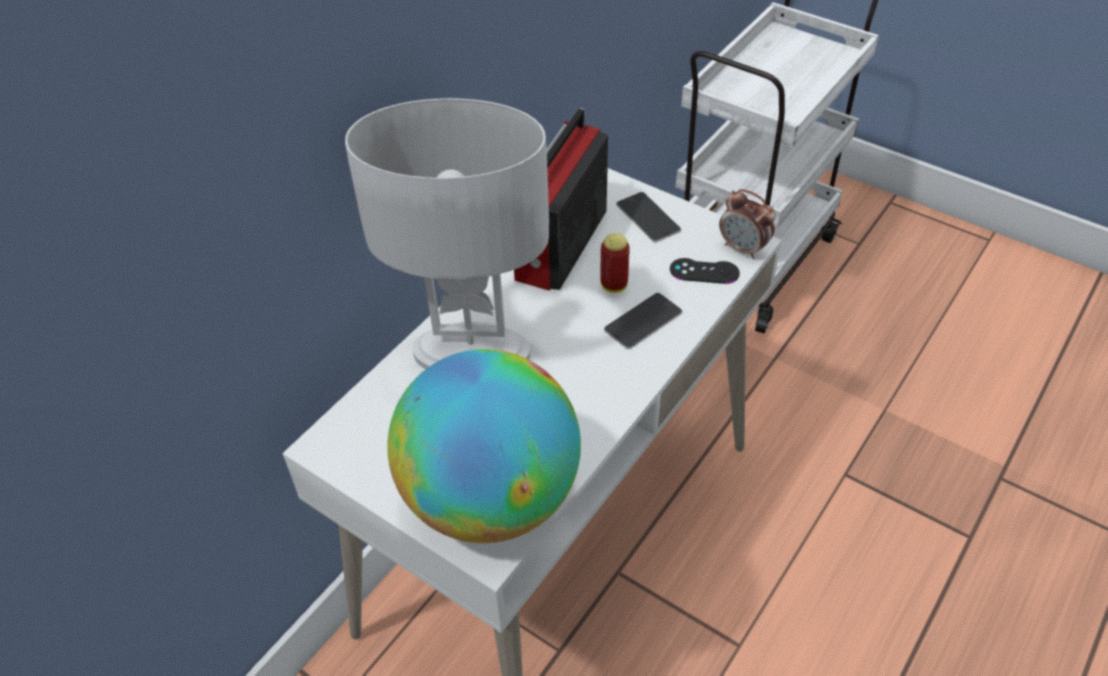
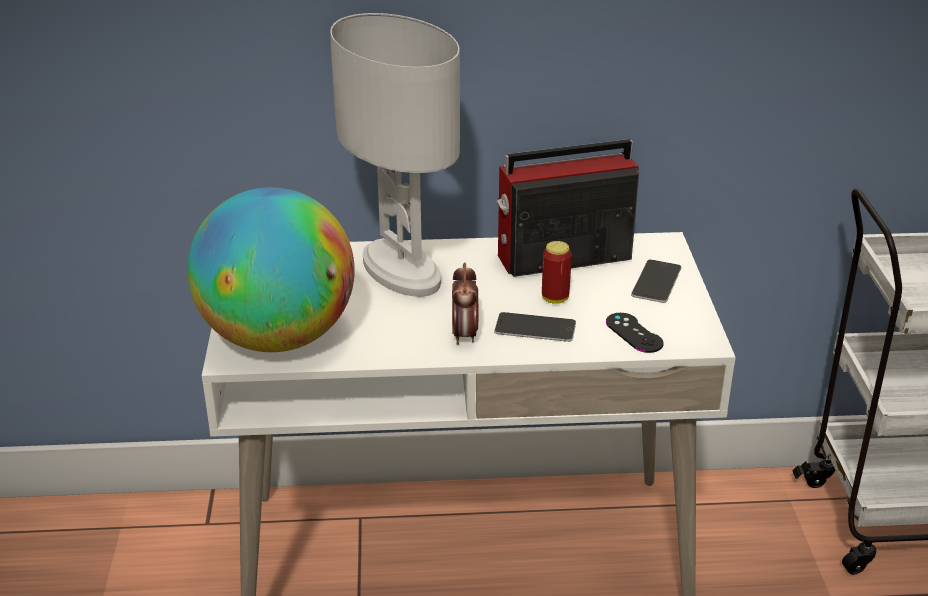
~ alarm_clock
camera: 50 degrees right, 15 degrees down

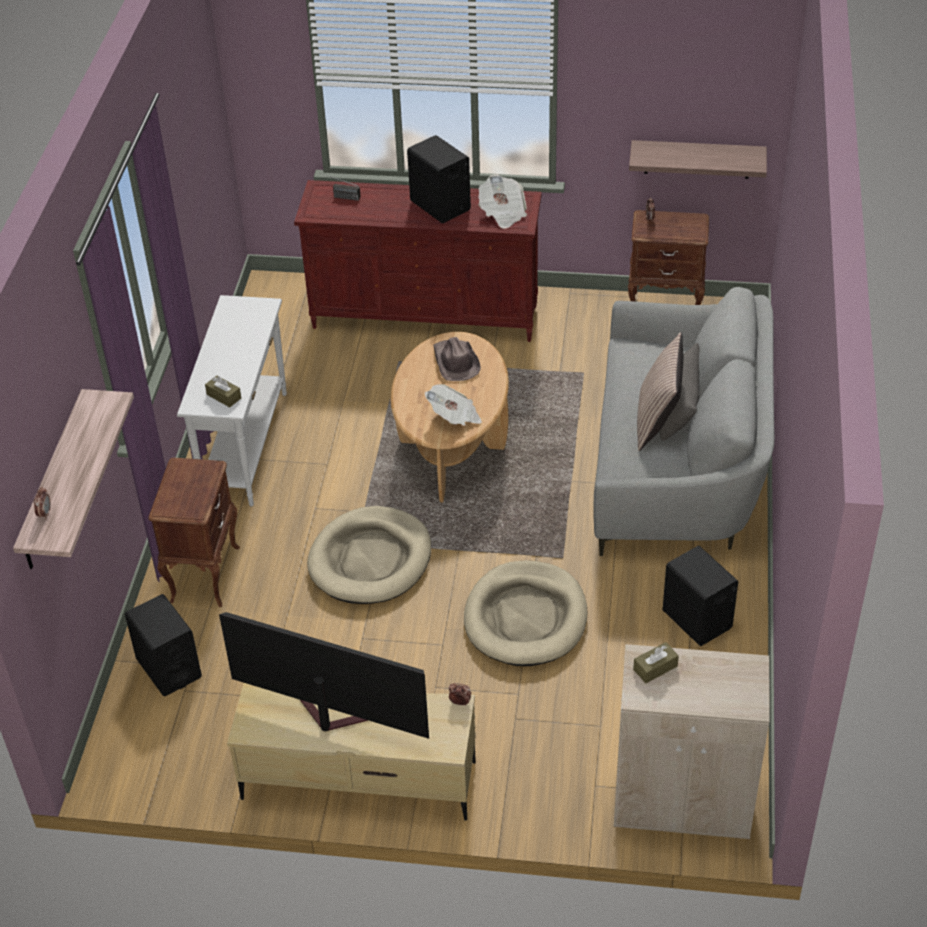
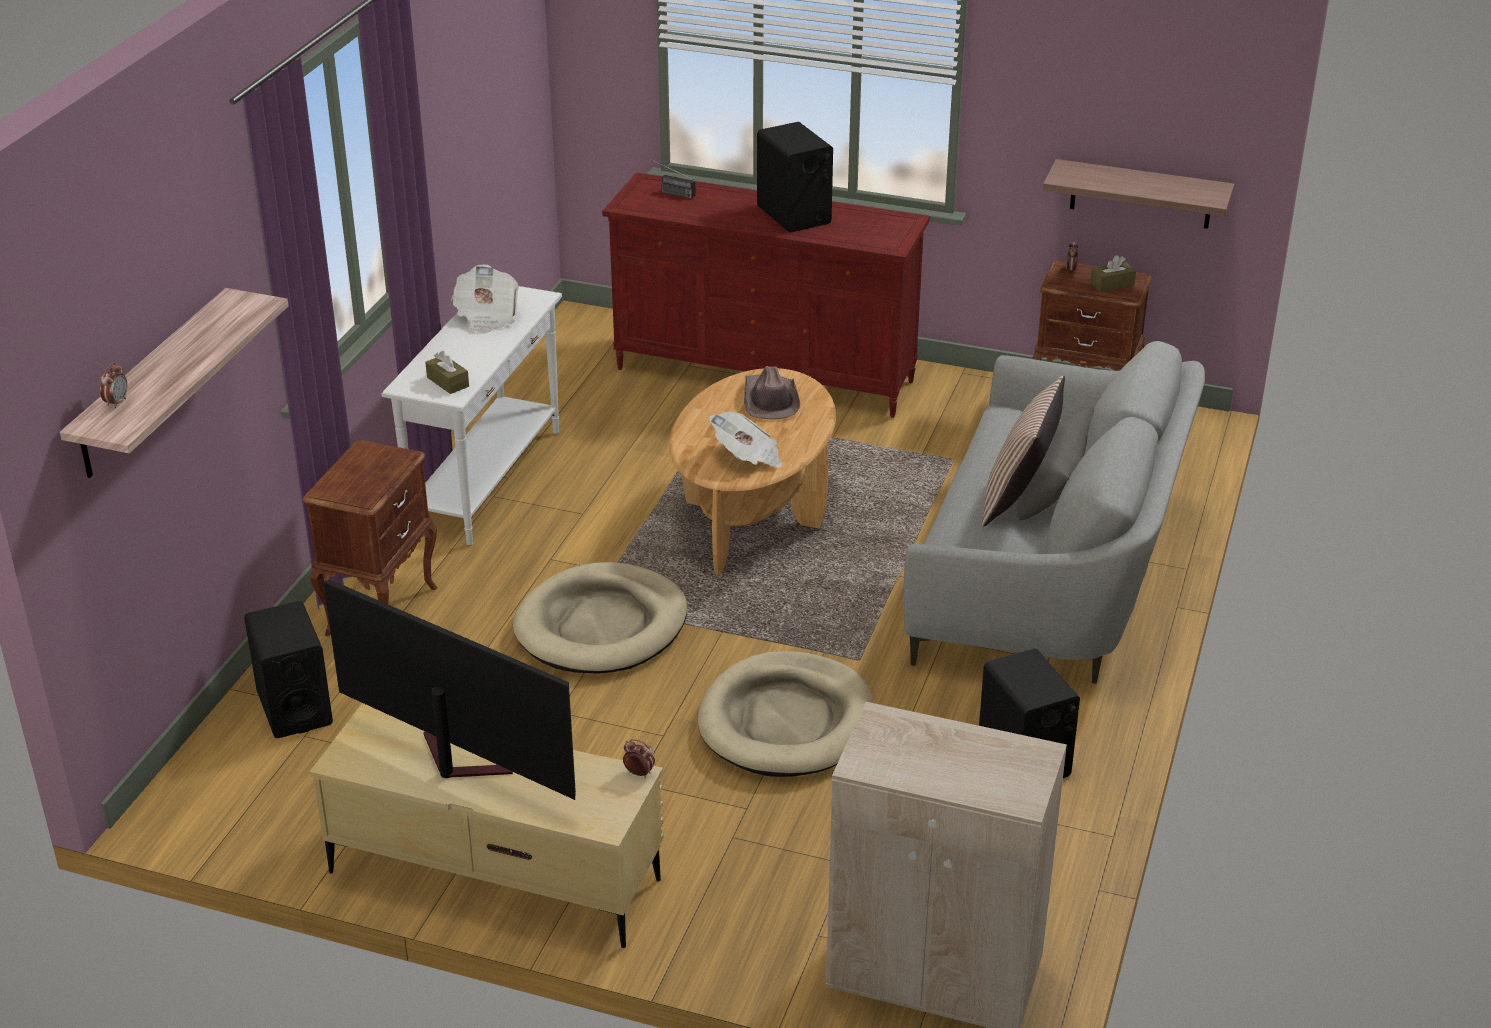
~ newspaper (no. 2 from left in the first image) to newspaper (no. 1 from left)
~ brown_tissue_box (no. 2 from left)
camera: 10 degrees right, 10 degrees down

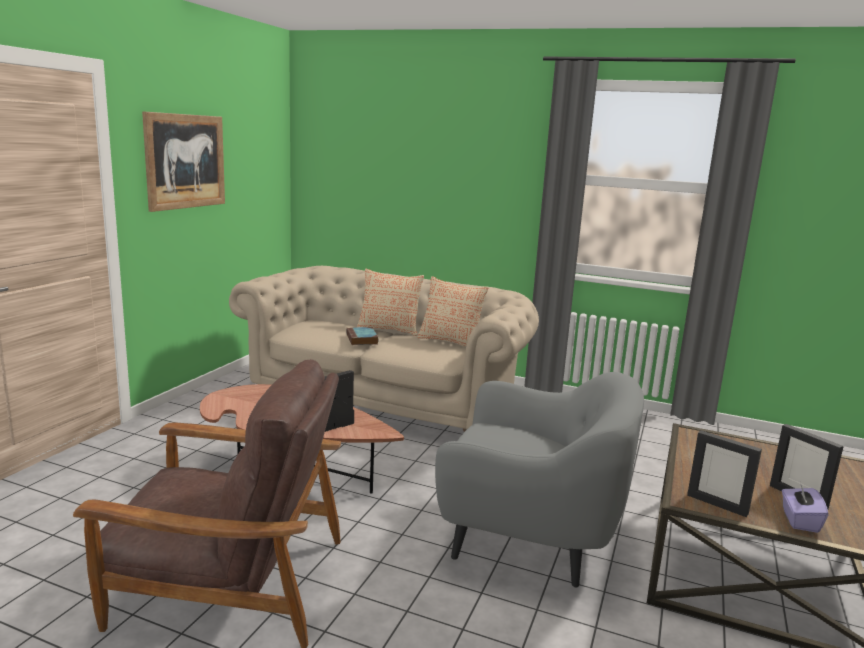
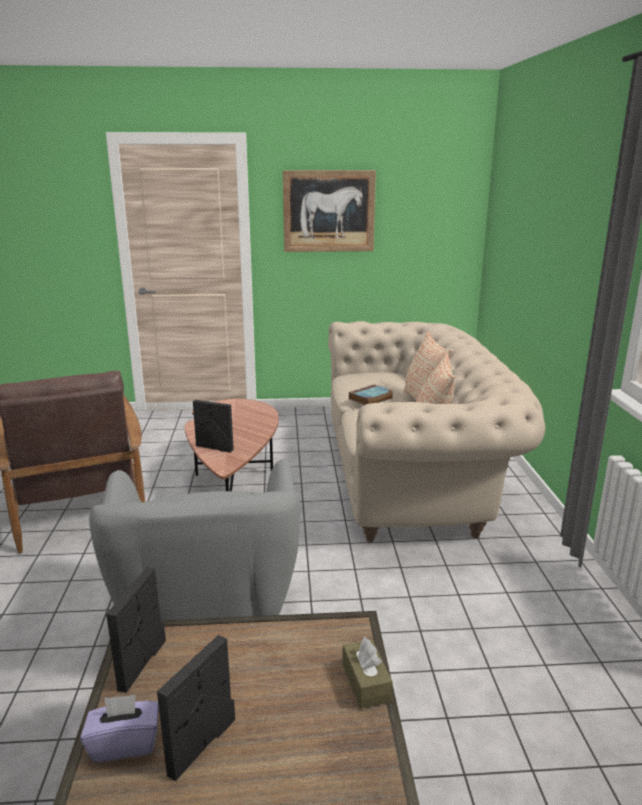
+ brown_tissue_box
camera: 65 degrees right, 5 degrees up

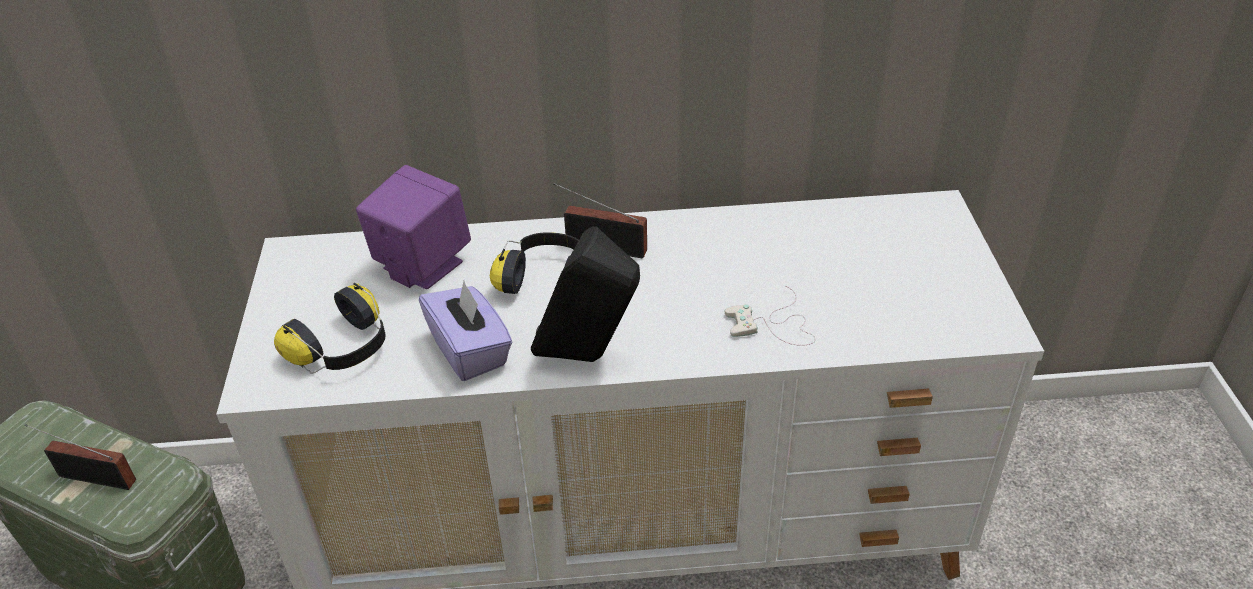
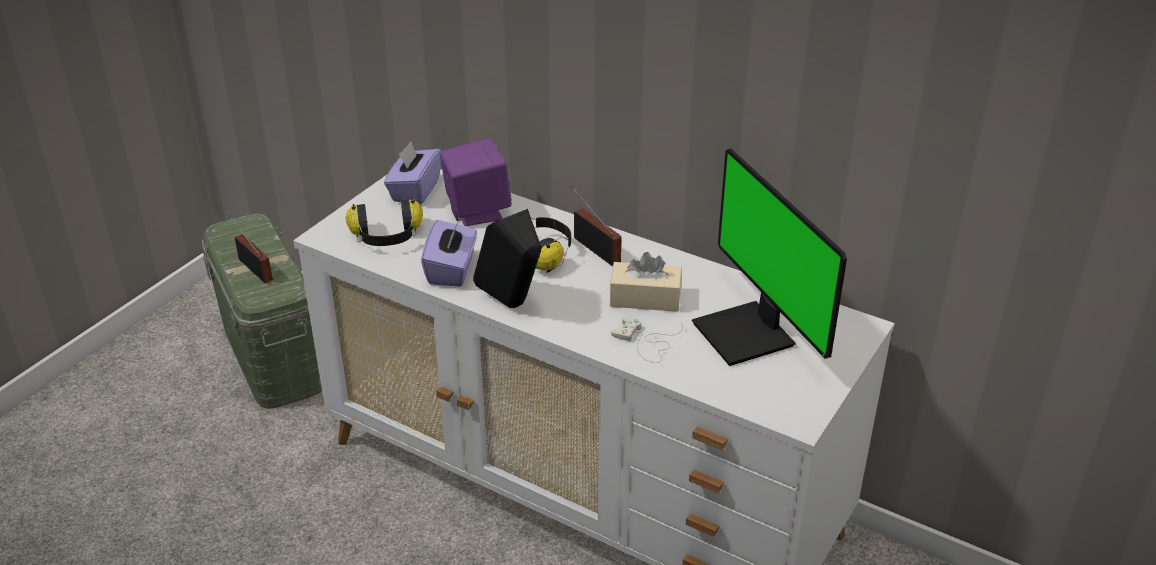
+ purple_tissue_box (no. 1 from left)
+ beige_tissue_box
+ monitor
camera: 35 degrees right, 5 degrees down

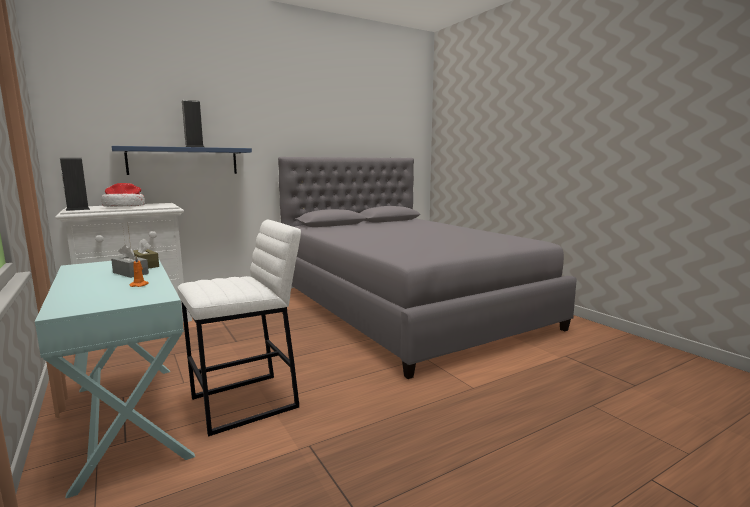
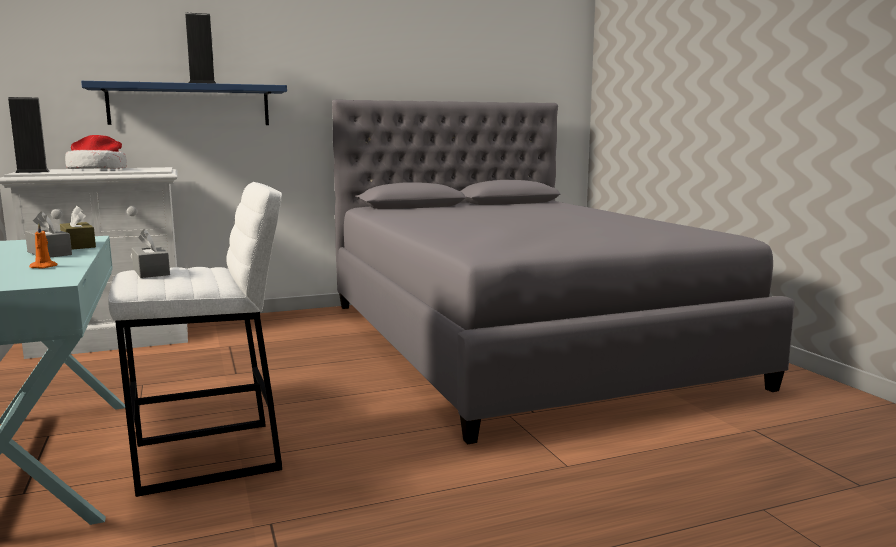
+ grey_tissue_box (no. 2 from left)
camera: 10 degrees right, 0 degrees up

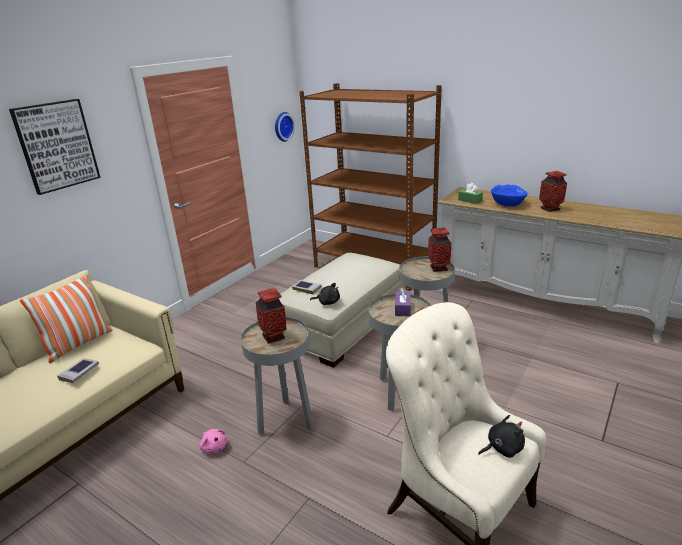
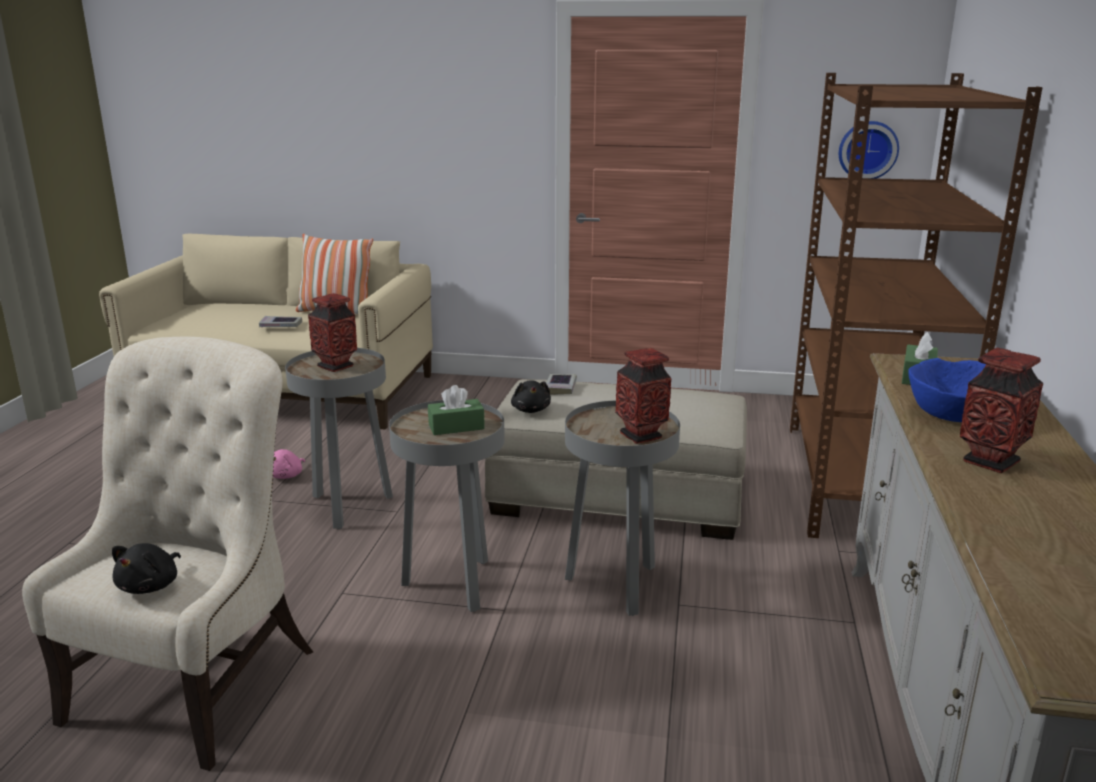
~ black_plush_toy (no. 2 from left in the first image) 60 degrees clockwise
~ purple_tissue_box to green_tissue_box (no. 1 from left)
- picture
camera: 65 degrees right, 5 degrees down

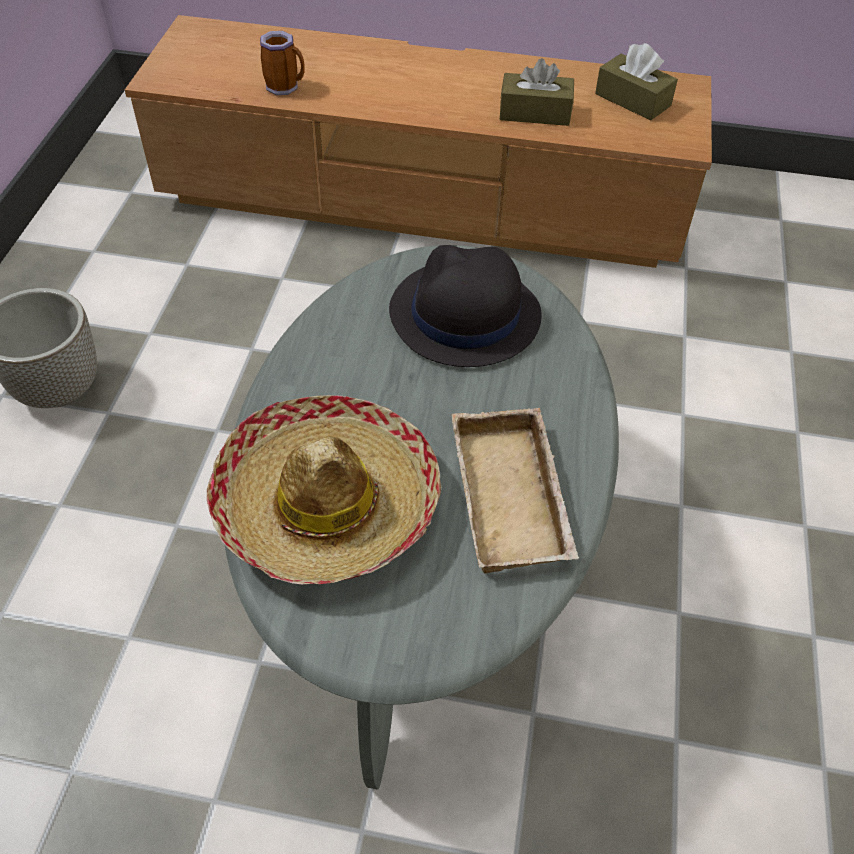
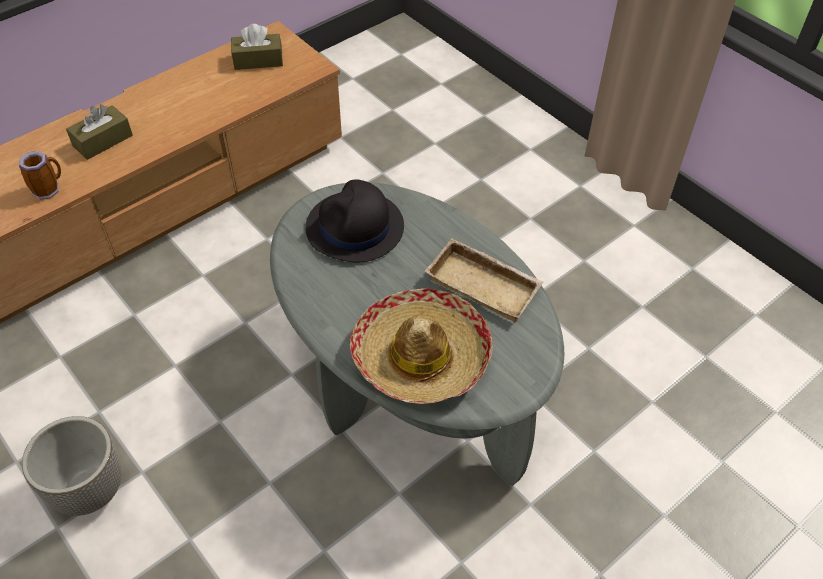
~ brown_tissue_box (no. 1 from left)
camera: 50 degrees left, 0 degrees up

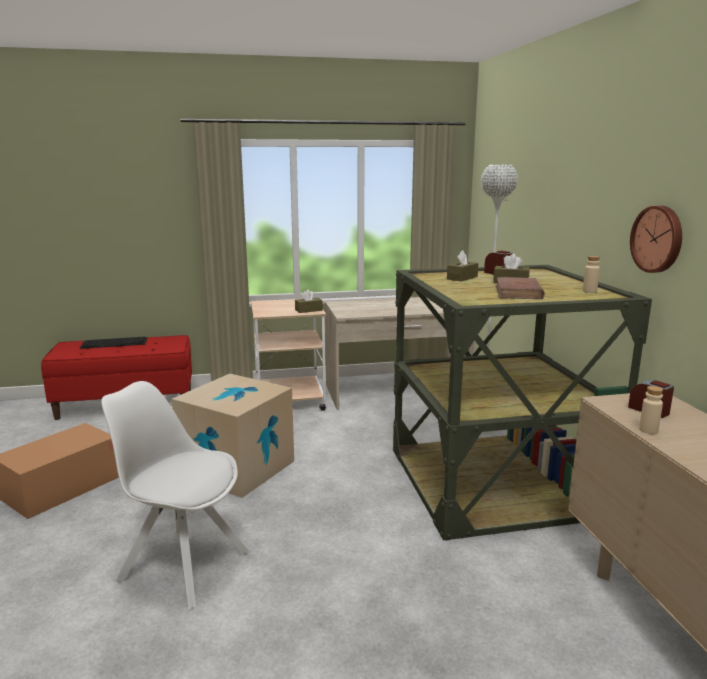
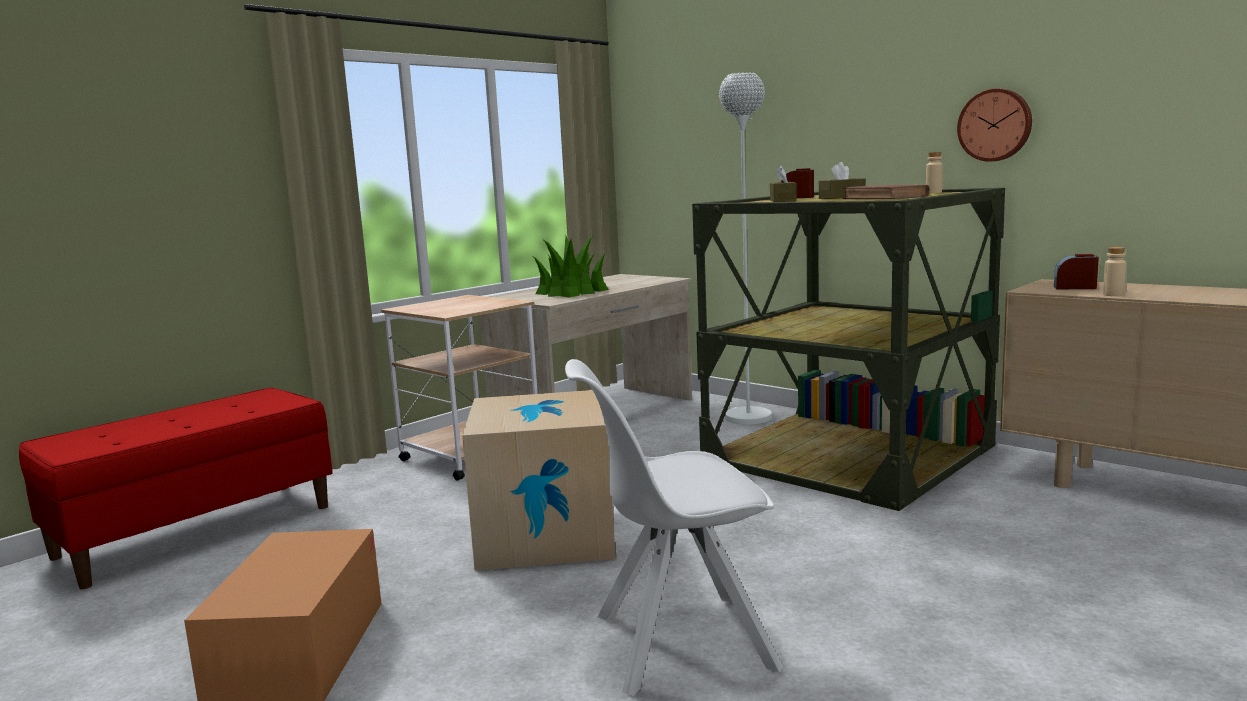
+ potted_plant
- keyboard
- brown_tissue_box (no. 1 from left)
camera: 35 degrees left, 5 degrees down

